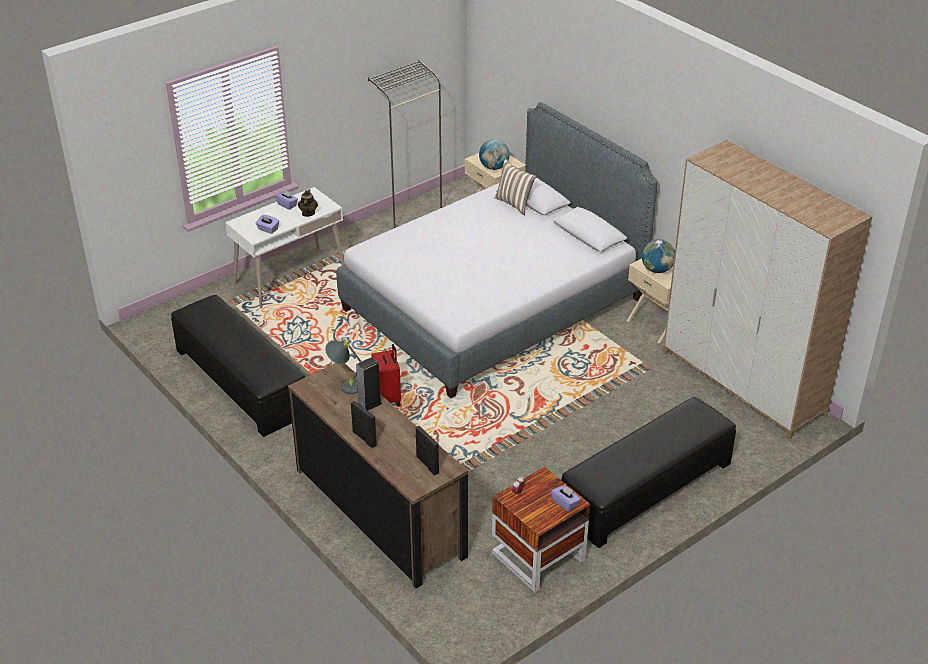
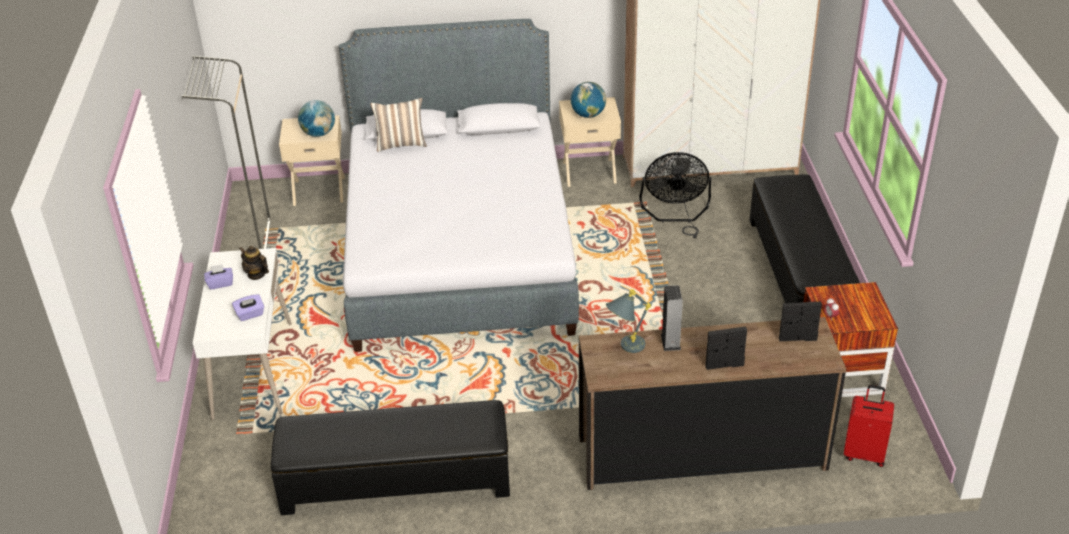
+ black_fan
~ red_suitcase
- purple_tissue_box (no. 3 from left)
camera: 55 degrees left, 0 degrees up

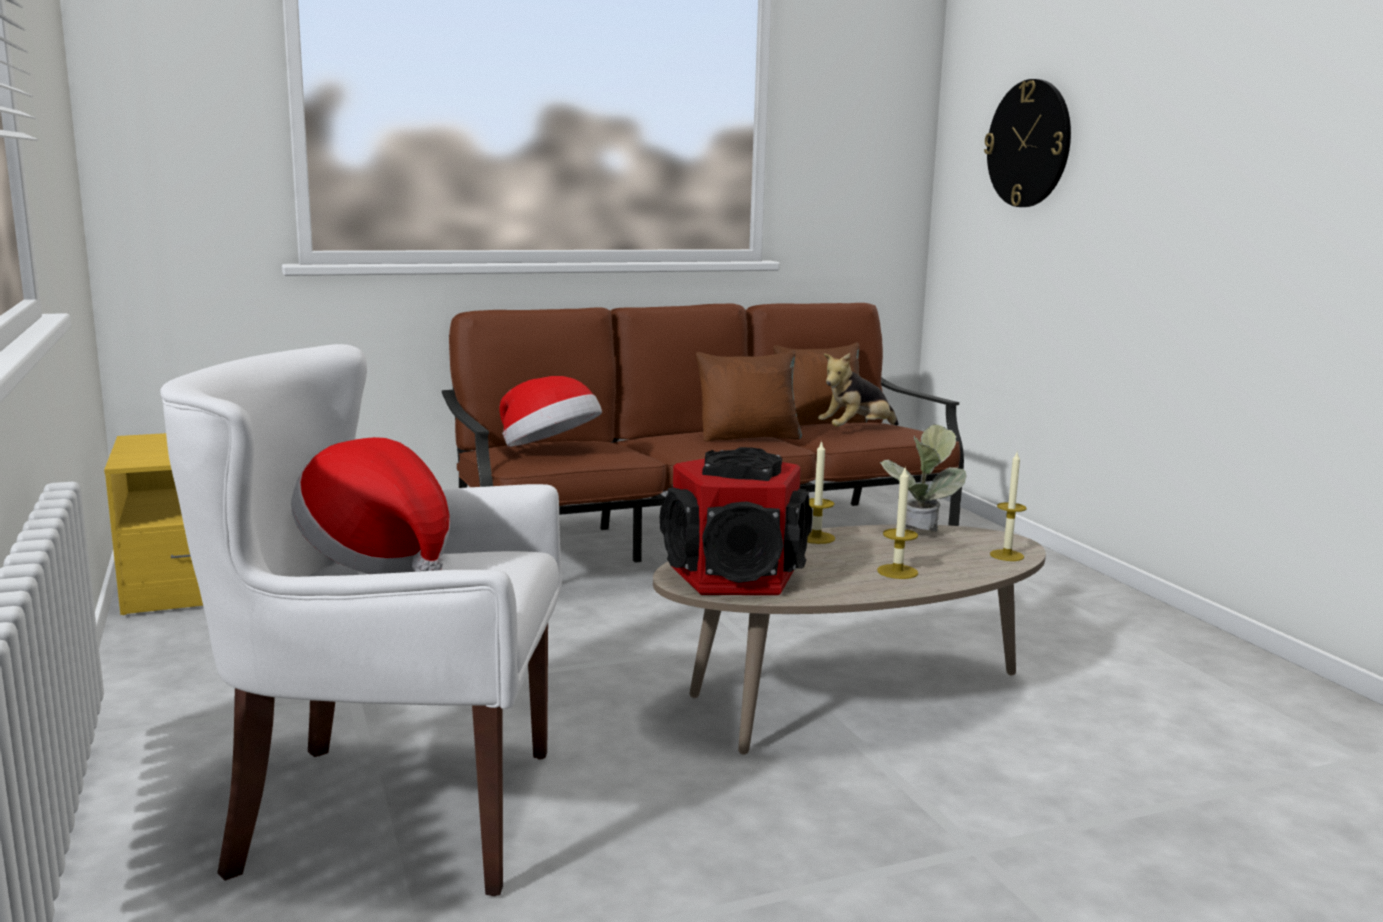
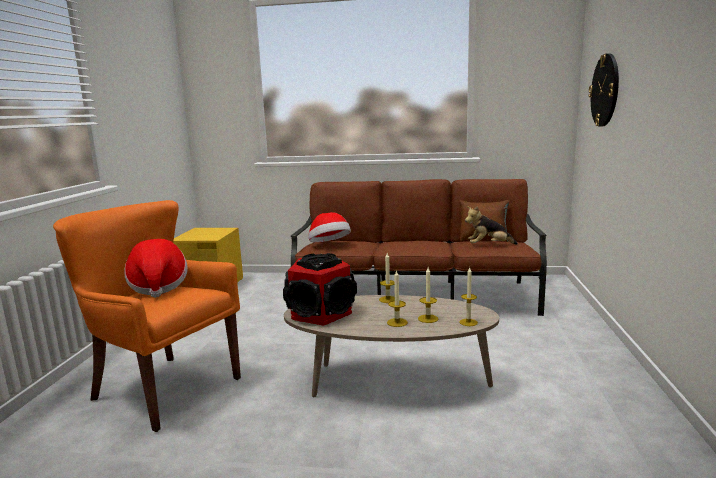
~ white_armchair to orange_armchair
+ candle (no. 3 from left)
- brown_pillow (no. 1 from left)
- potted_plant
camera: 30 degrees right, 0 degrees up

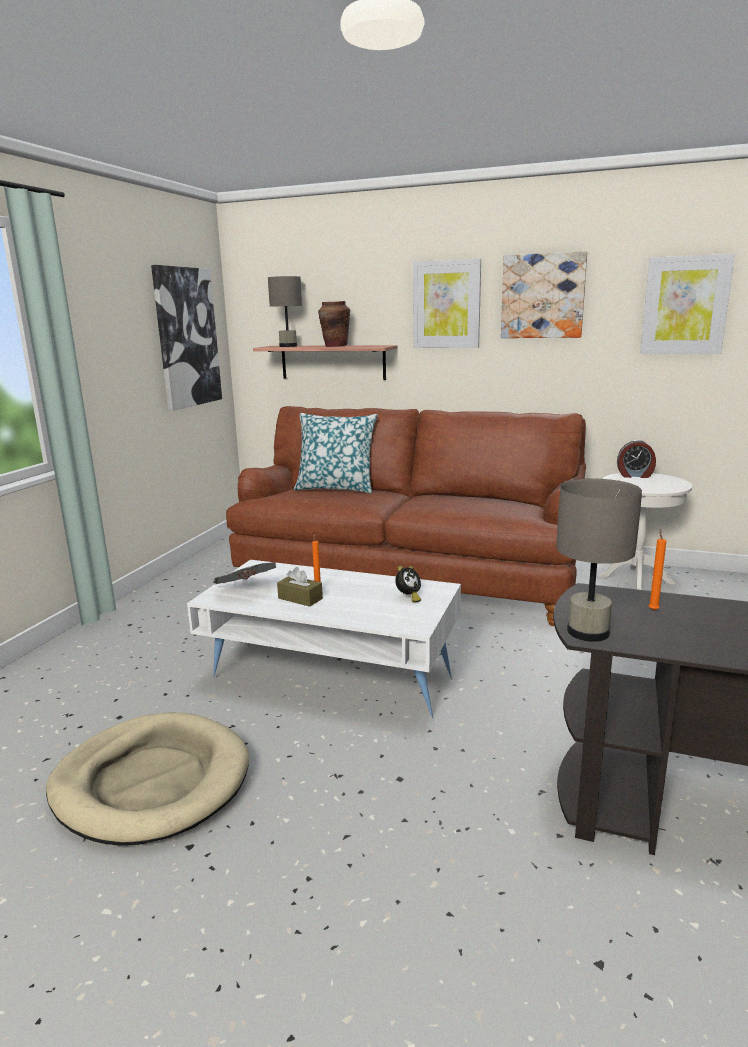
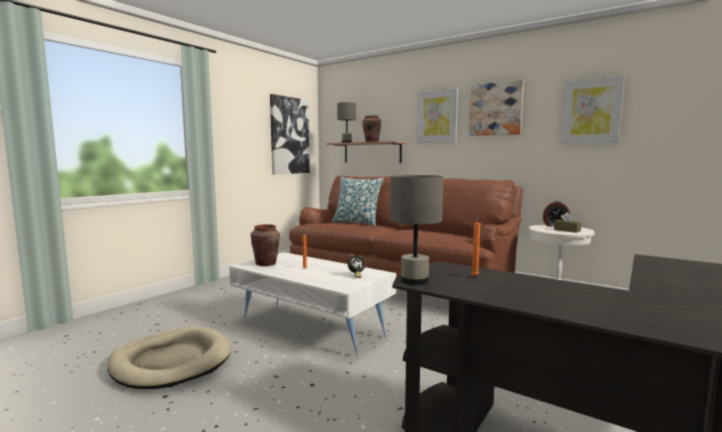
~ newspaper to brown_vase (no. 1 from left)
~ brown_tissue_box
camera: 15 degrees right, 10 degrees down

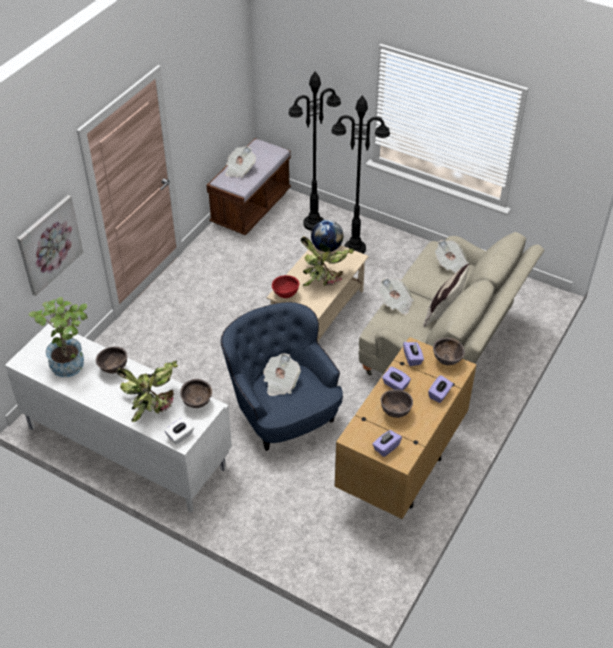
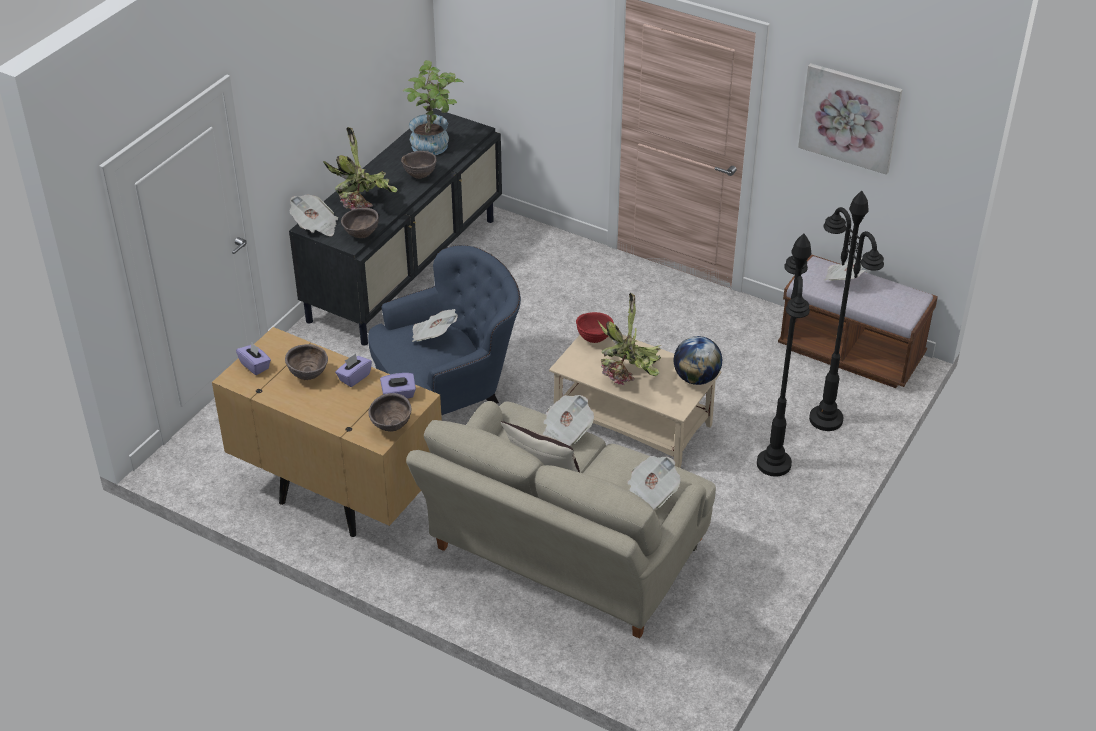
~ white_cabinet to black_cabinet
~ white_tissue_box to newspaper (no. 1 from left)
~ picture
- purple_tissue_box (no. 4 from left)
camera: 90 degrees right, 5 degrees down

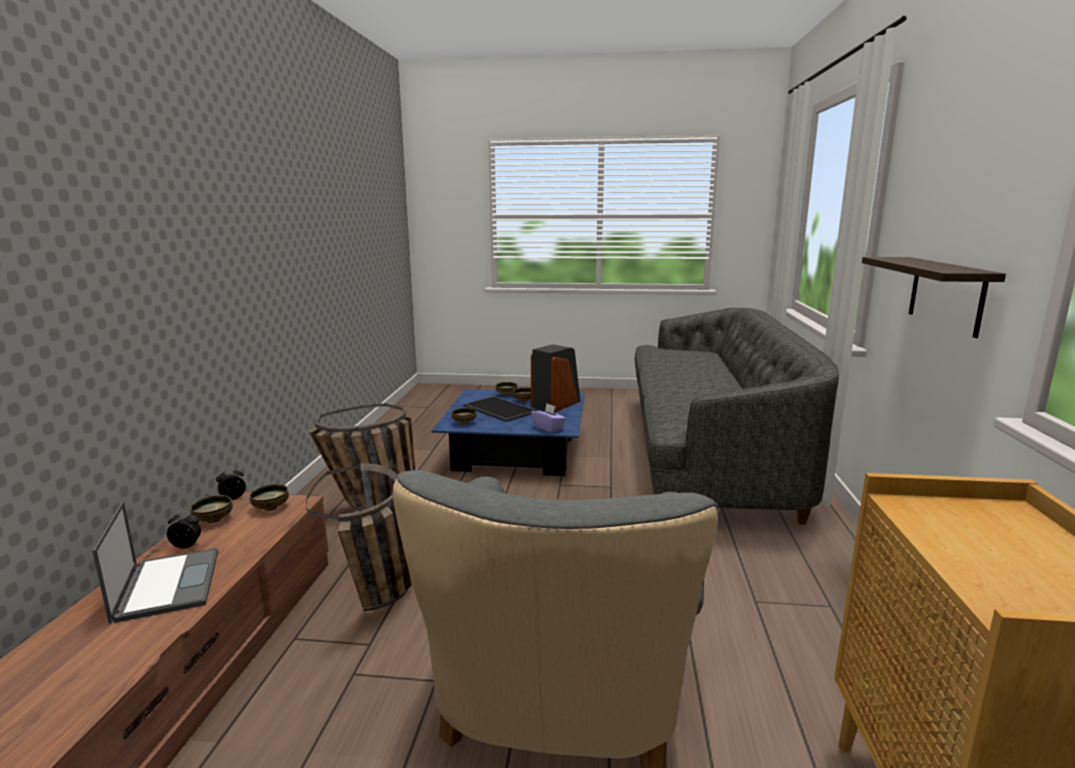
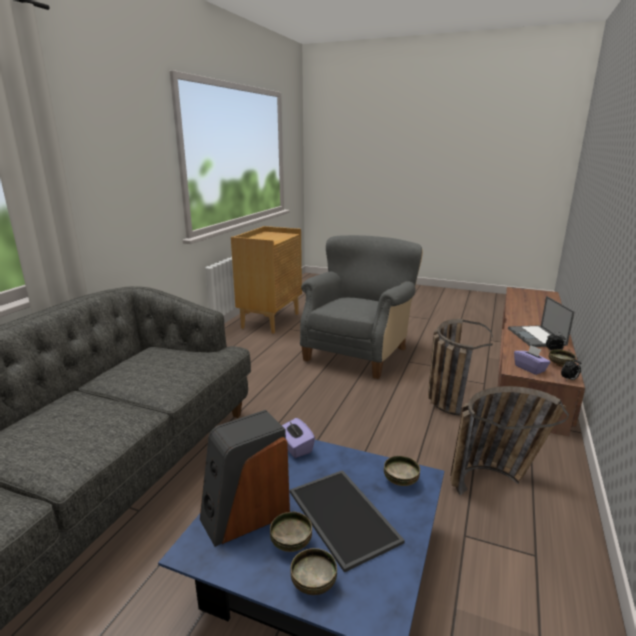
~ bowl (no. 2 from left) to purple_tissue_box (no. 2 from left)
- shelf
camera: 165 degrees left, 5 degrees up

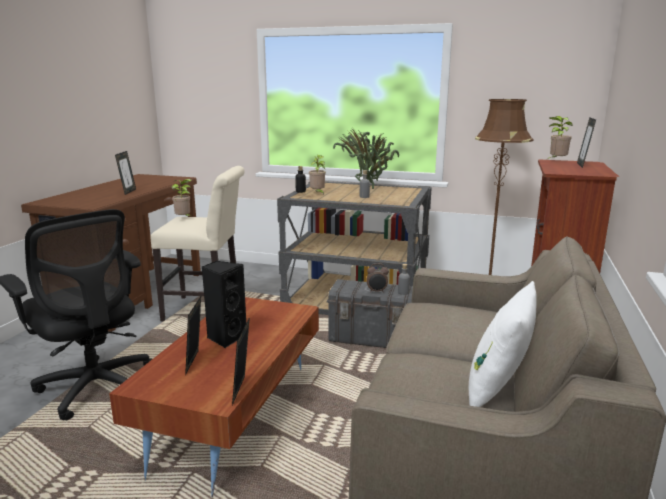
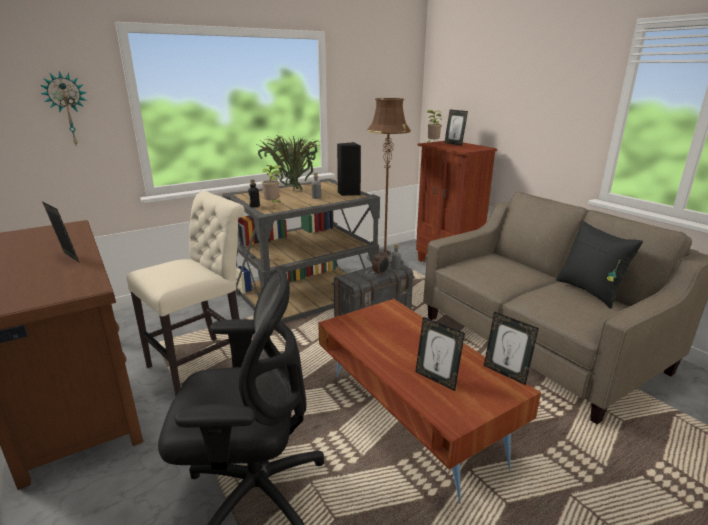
+ wall_clock
~ black_speaker
~ white_pillow to black_pillow
- potted_plant (no. 1 from left)
camera: 50 degrees left, 5 degrees up

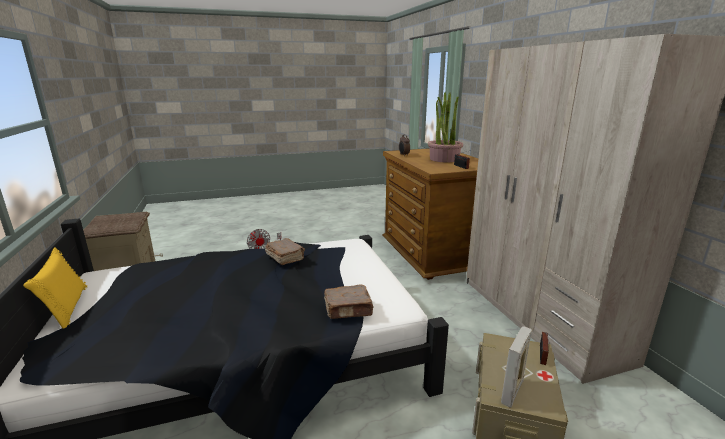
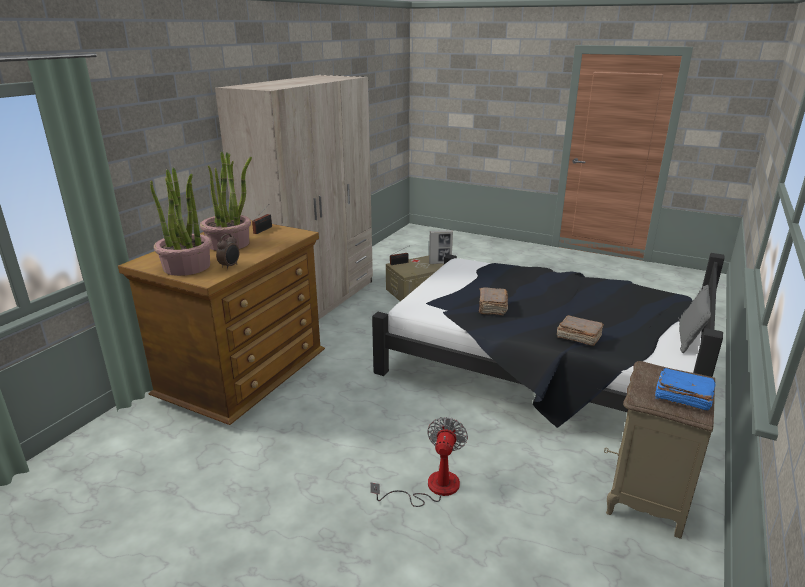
+ potted_plant (no. 1 from left)
~ brown_book (no. 2 from left)
+ blue_book
~ yellow_pillow to grey_pillow
camera: 135 degrees left, 5 degrees up

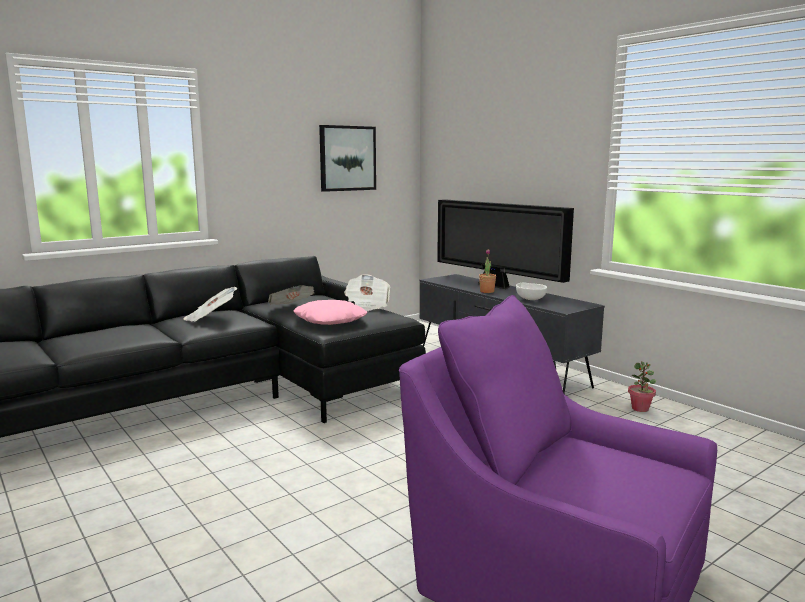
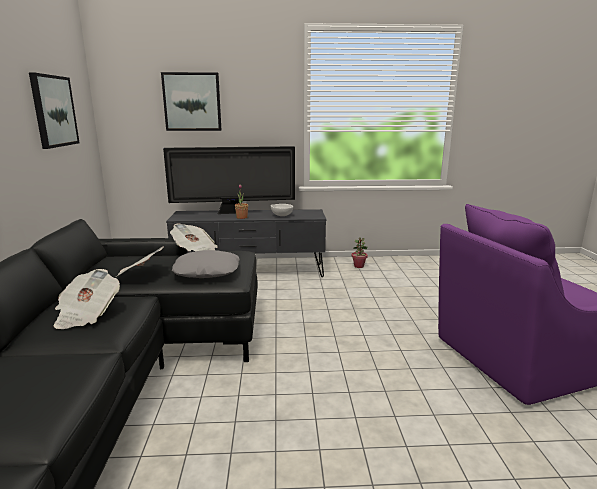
+ picture (no. 2 from left)
~ pink_pillow to grey_pillow
camera: 55 degrees left, 5 degrees up

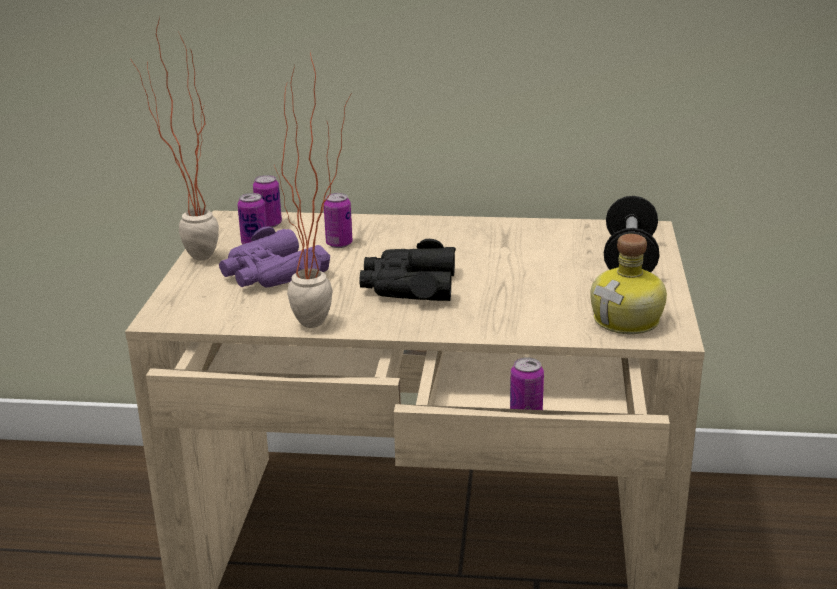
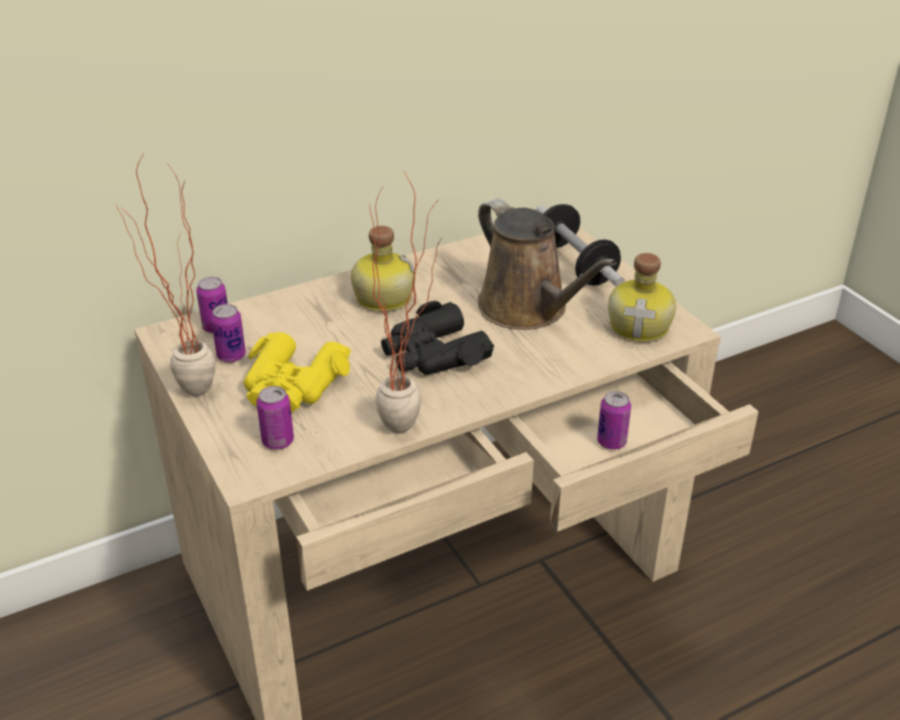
~ purple_binoculars to yellow_binoculars
~ can (no. 3 from left)
+ bottle (no. 1 from left)
+ brown_watering_can
camera: 35 degrees left, 10 degrees up

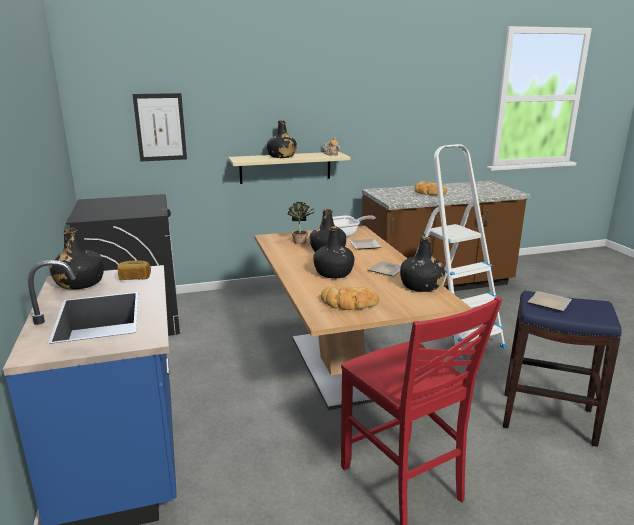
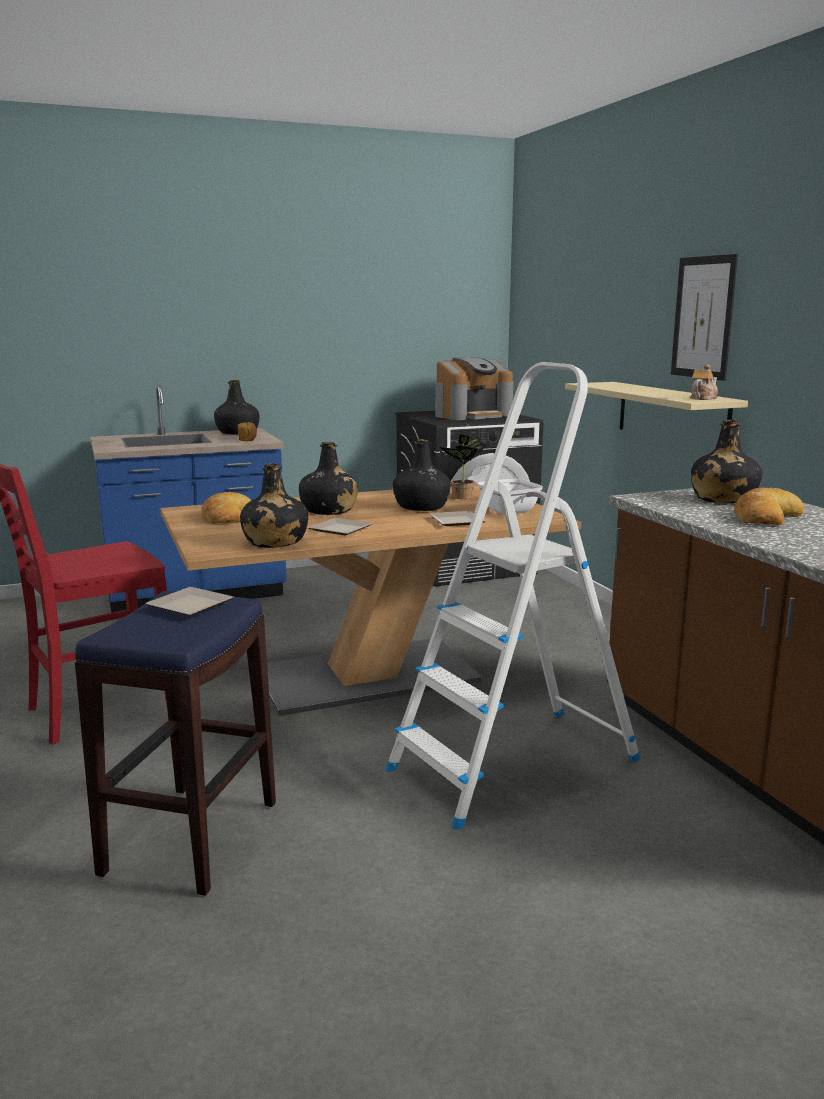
+ coffee_machine
~ picture
~ black_bottle (no. 2 from left in the first image) to black_bottle (no. 5 from left)
camera: 85 degrees right, 5 degrees down

